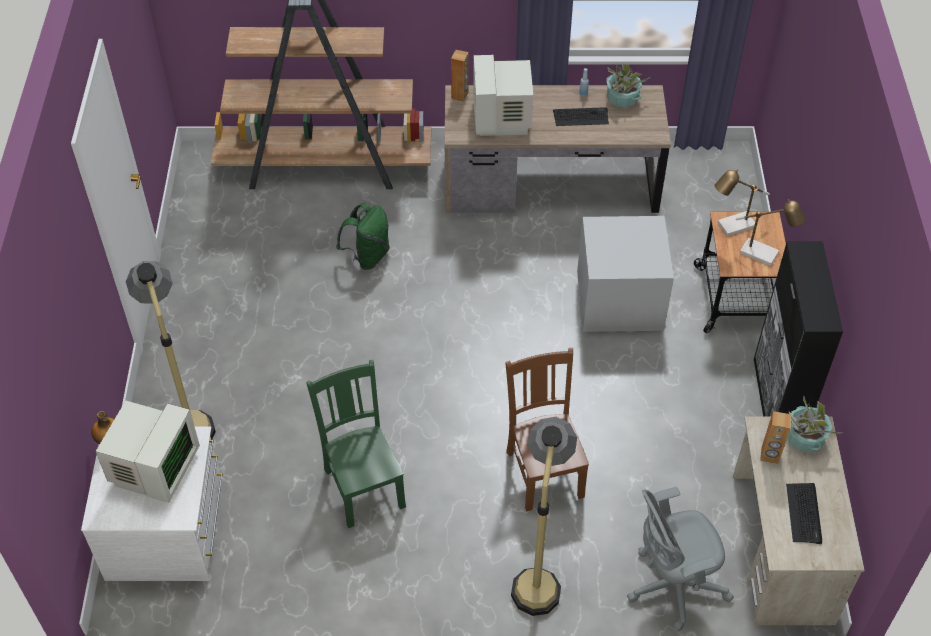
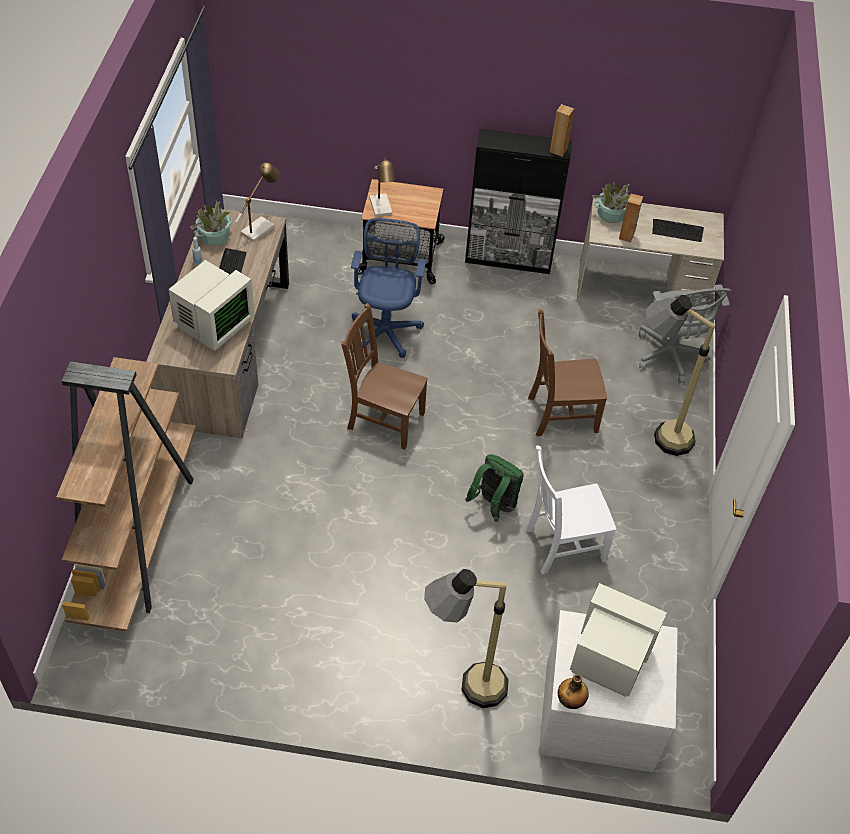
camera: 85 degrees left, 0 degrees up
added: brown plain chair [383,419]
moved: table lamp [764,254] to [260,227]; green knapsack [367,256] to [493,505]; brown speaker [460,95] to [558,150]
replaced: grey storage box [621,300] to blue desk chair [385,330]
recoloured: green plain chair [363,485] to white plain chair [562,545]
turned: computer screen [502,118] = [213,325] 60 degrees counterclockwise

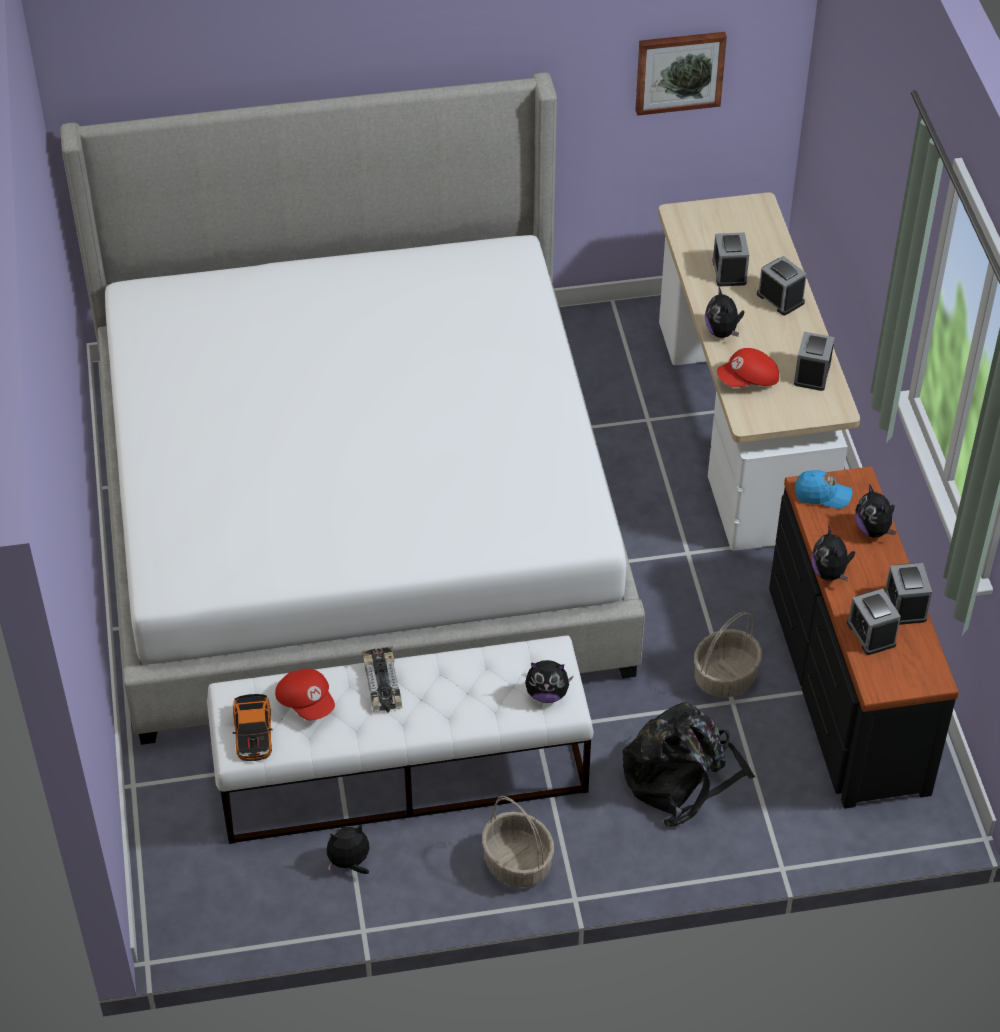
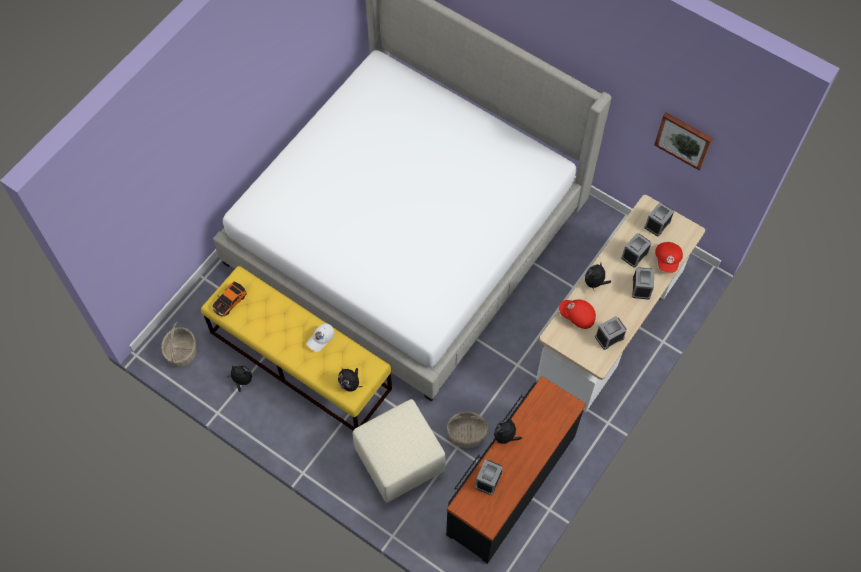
camera: 45 degrees right, 15 degrees up
removed: miniature car [383,685]; blue baseball cap [822,495]; plush toy [873,529]
added: white baseball cap [321,339]
moved: storage basket [516,863] to [181,352]; bedside clock [905,605] to [657,224]; reddish baseball cap [307,702] to [667,260]
replaced: black knapsack [681,777] to beige footrest [399,461]
recoloured: white indoor bench [403,772] to yellow-coloured indoor bench [300,361]

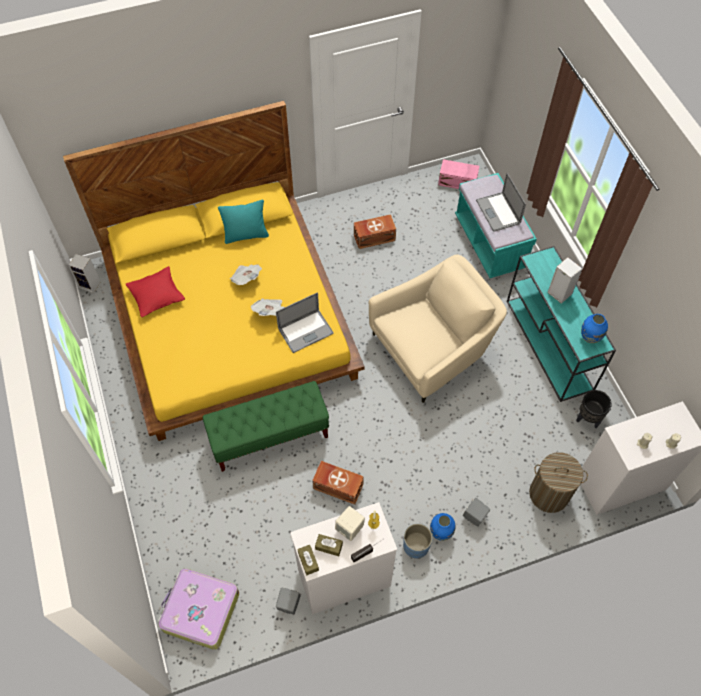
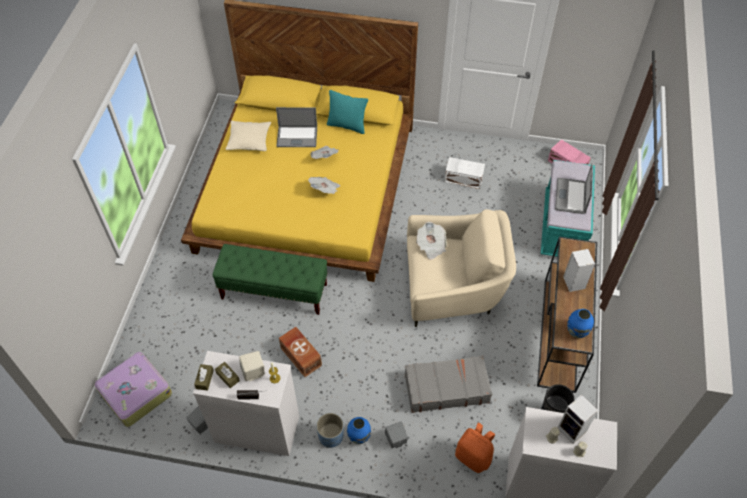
camera: 30 degrees right, 5 degrees down
added: grey suitcase [446,388]; newspaper [431,246]
moved: notebook computer [305,331] to [297,137]; speaker [91,285] to [573,430]
replaced: washing basket [549,494] to orange knapsack [474,456]
recoloured: reddish cushion [157,296] to beige cushion [249,140]; brown storage box [373,237] to white storage box [463,178]; turquoise-coloured console table [550,345] to brown console table [559,335]

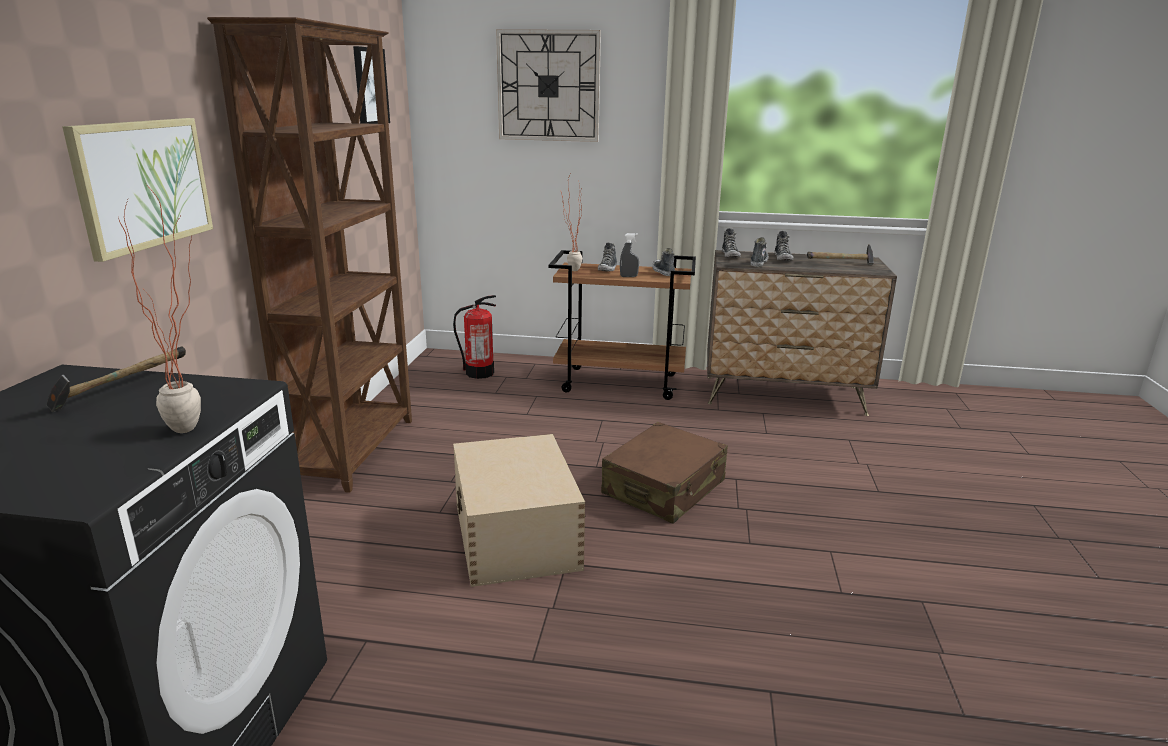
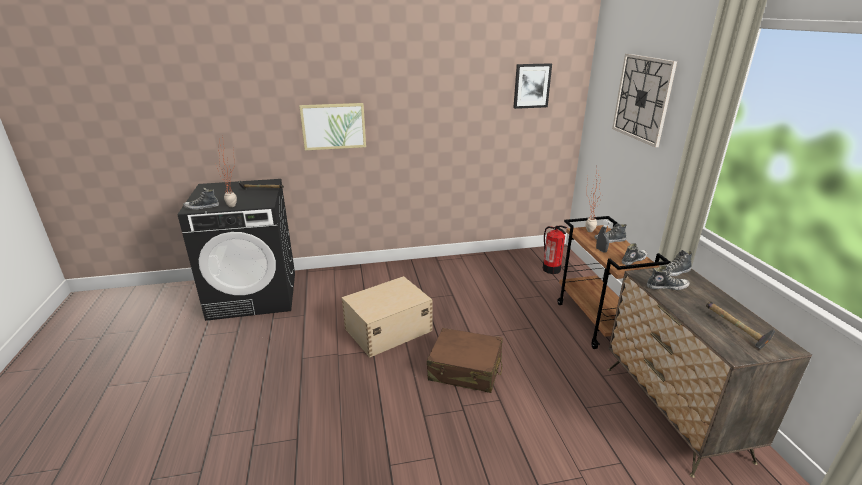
camera: 70 degrees right, 5 degrees up
removed: brown bookshelf [356,450]
moved: shoe [783,258] to [201,207]

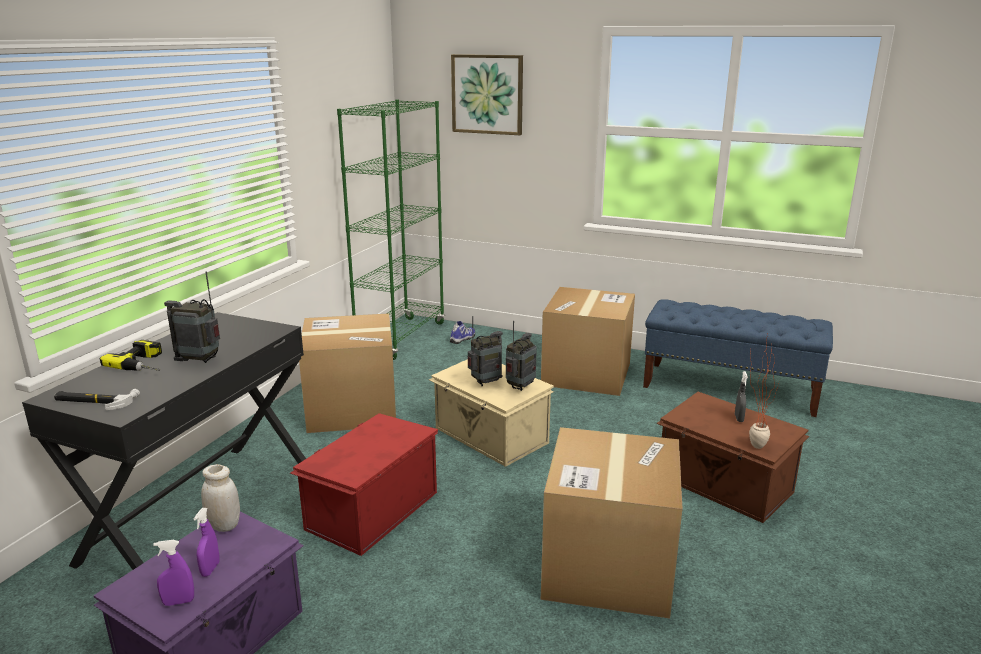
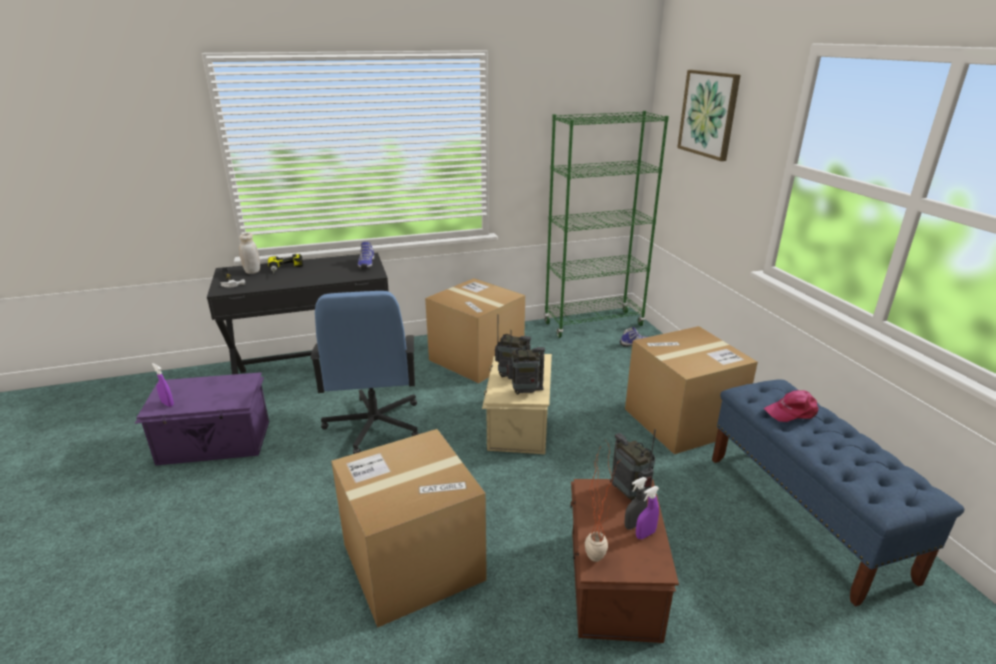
camera: 50 degrees right, 5 degrees up
added: shoe [366,264]; pinkish baseball cap [792,412]
moved: white jar [224,525] to [252,271]; radio set [200,360] to [630,494]; purplish hand sprayer [210,569] to [645,534]
replaced: reddish storage box [370,510] to blue desk chair [374,425]

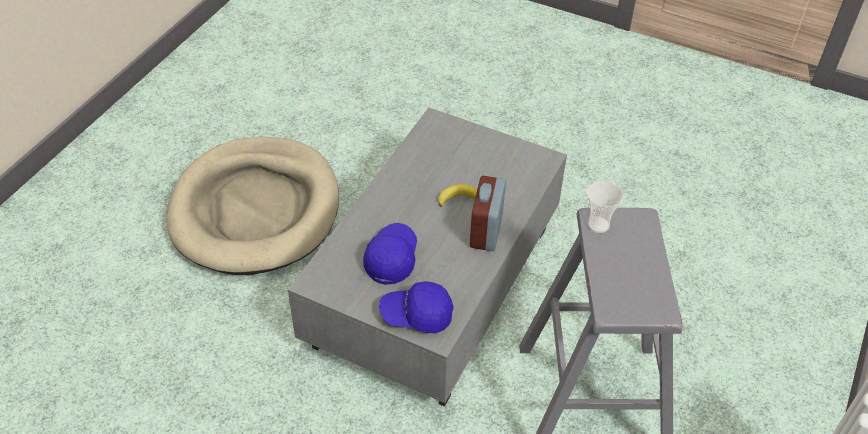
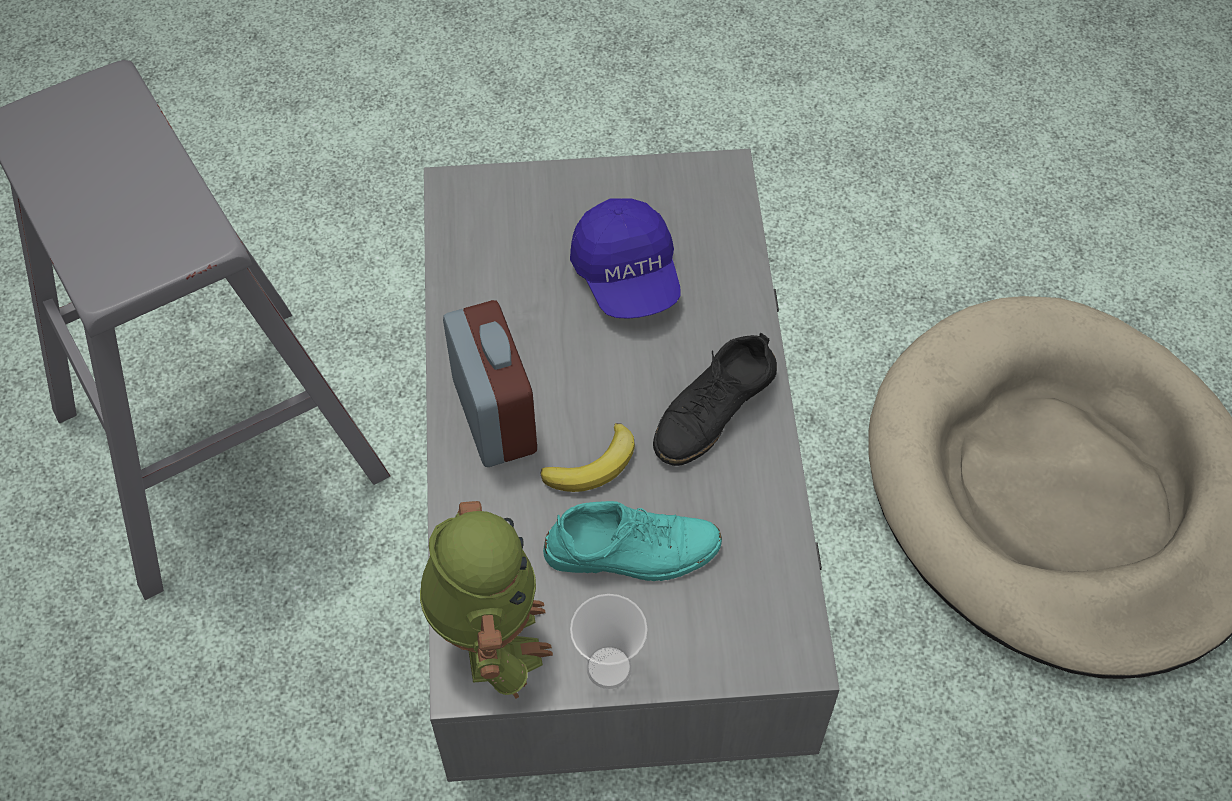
camera: 150 degrees right, 10 degrees up
removed: blue baseball cap [417,315]
added: toy robot [489,637]; turquoise-coloured shoe [632,551]; black shoe [713,410]
moved: drinking cup [598,225] to [609,667]

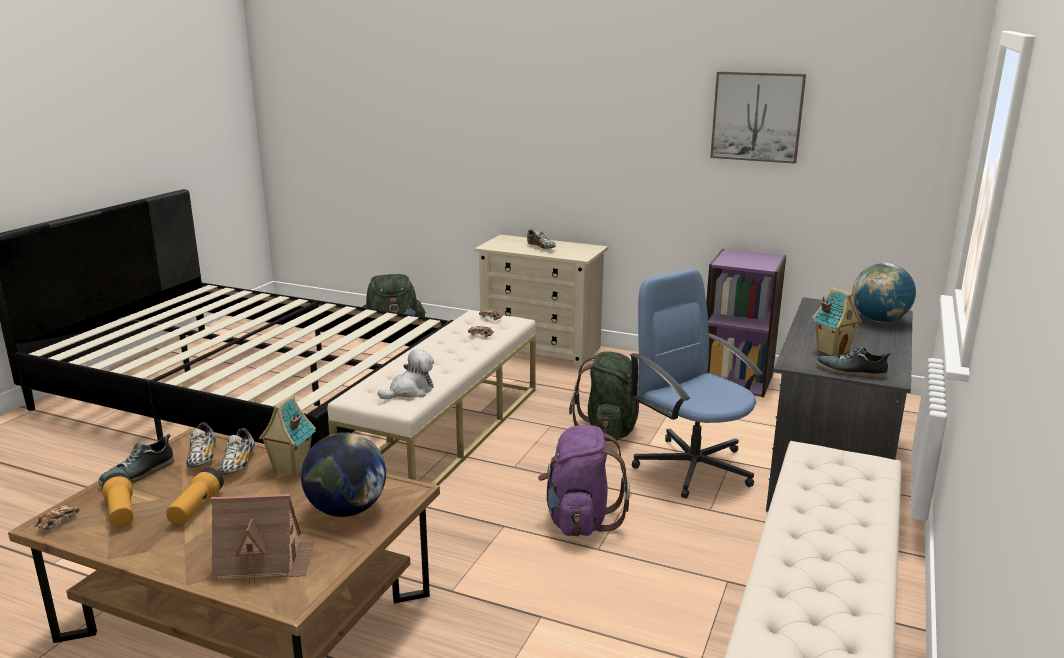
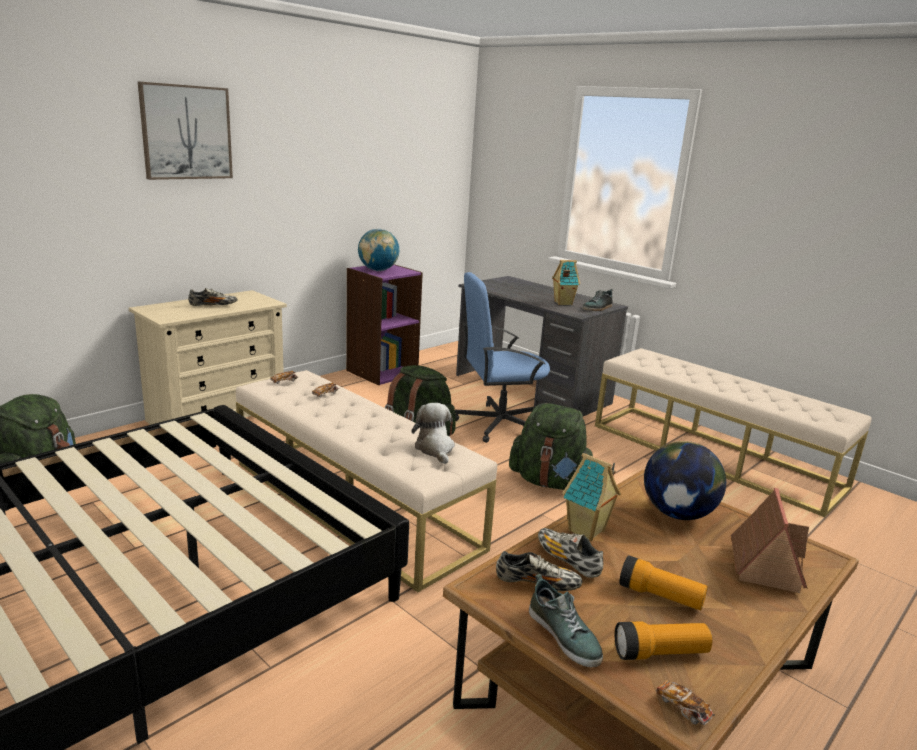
camera: 70 degrees left, 0 degrees up
moved: wall picture [757,117] to [186,132]; desk globe [879,320] to [378,270]
recoloured: purplish knapsack [579,520] to green knapsack [549,482]
turned: shoe [238,464] = [567,560] 150 degrees counterclockwise

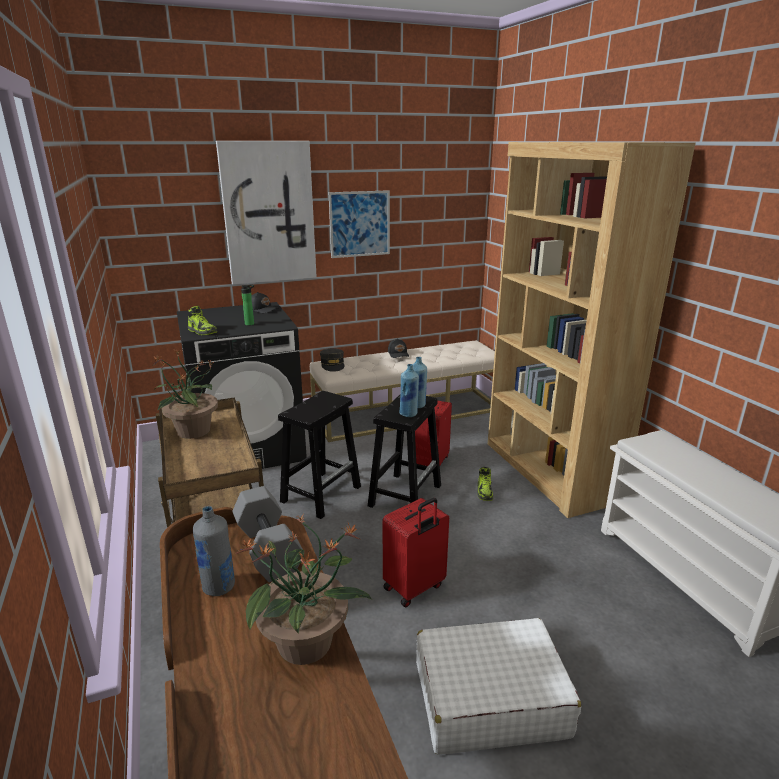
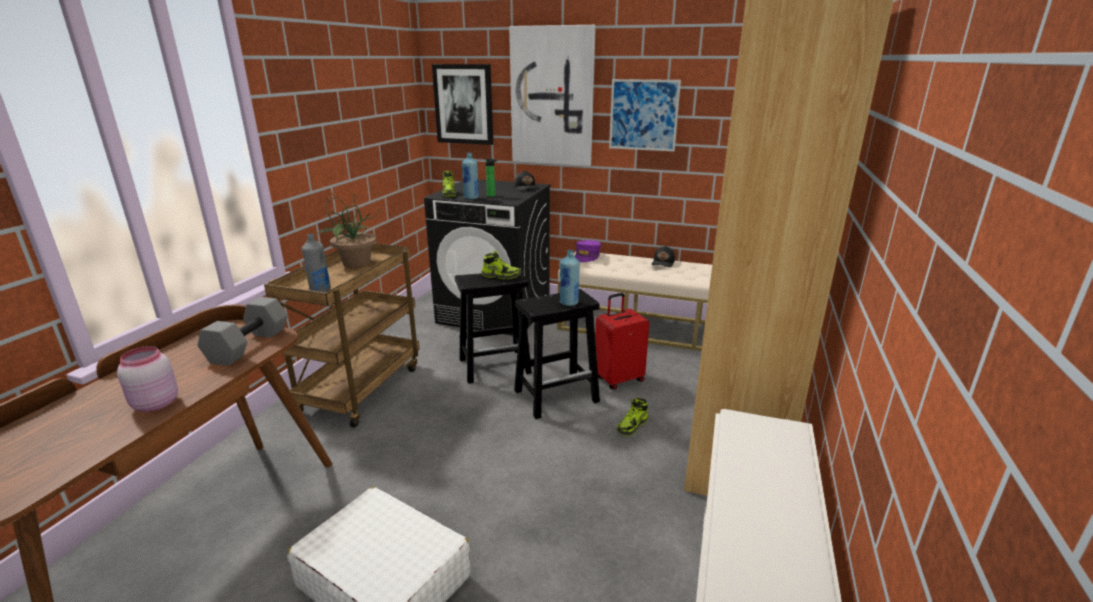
camera: 40 degrees right, 0 degrees up
removed: reddish suitcase [414,588]
added: wall picture [464,104]; shoe [501,276]
moved: grey bottle [219,587] to [320,291]; blue bottle [408,414] to [471,198]
replaced: plant in a pot [306,643] to pinkish jar [154,404]
recoloured: grey baseball cap [332,365] to purplish baseball cap [586,256]

